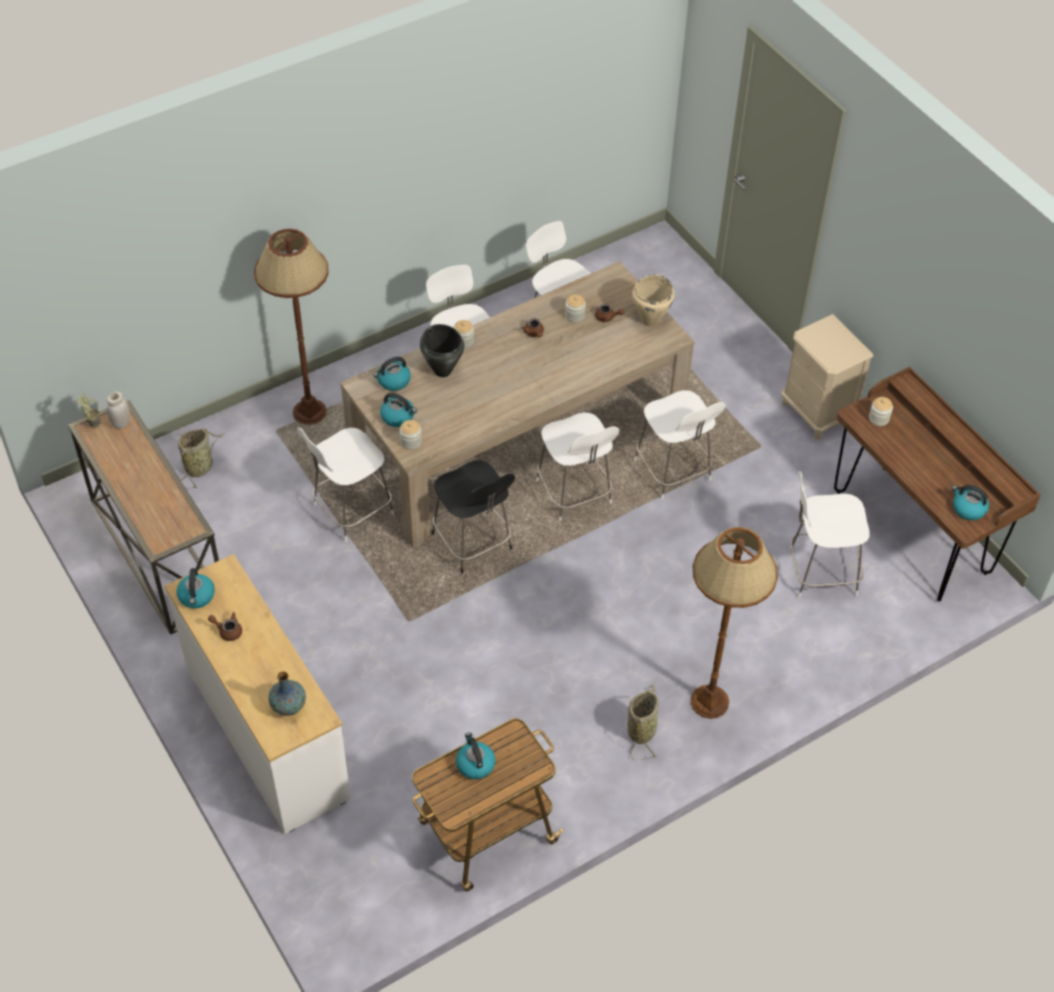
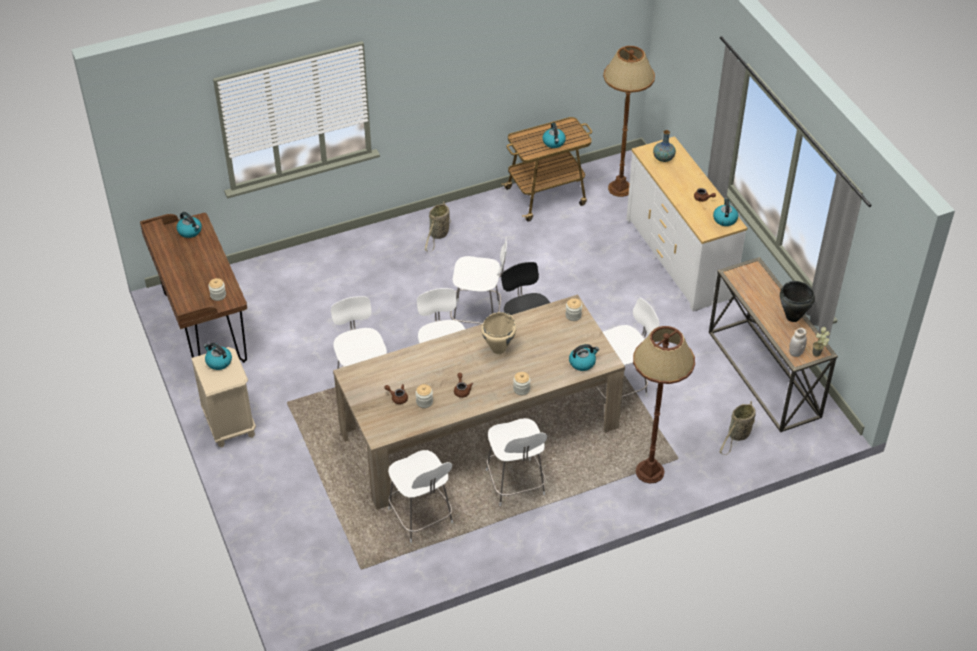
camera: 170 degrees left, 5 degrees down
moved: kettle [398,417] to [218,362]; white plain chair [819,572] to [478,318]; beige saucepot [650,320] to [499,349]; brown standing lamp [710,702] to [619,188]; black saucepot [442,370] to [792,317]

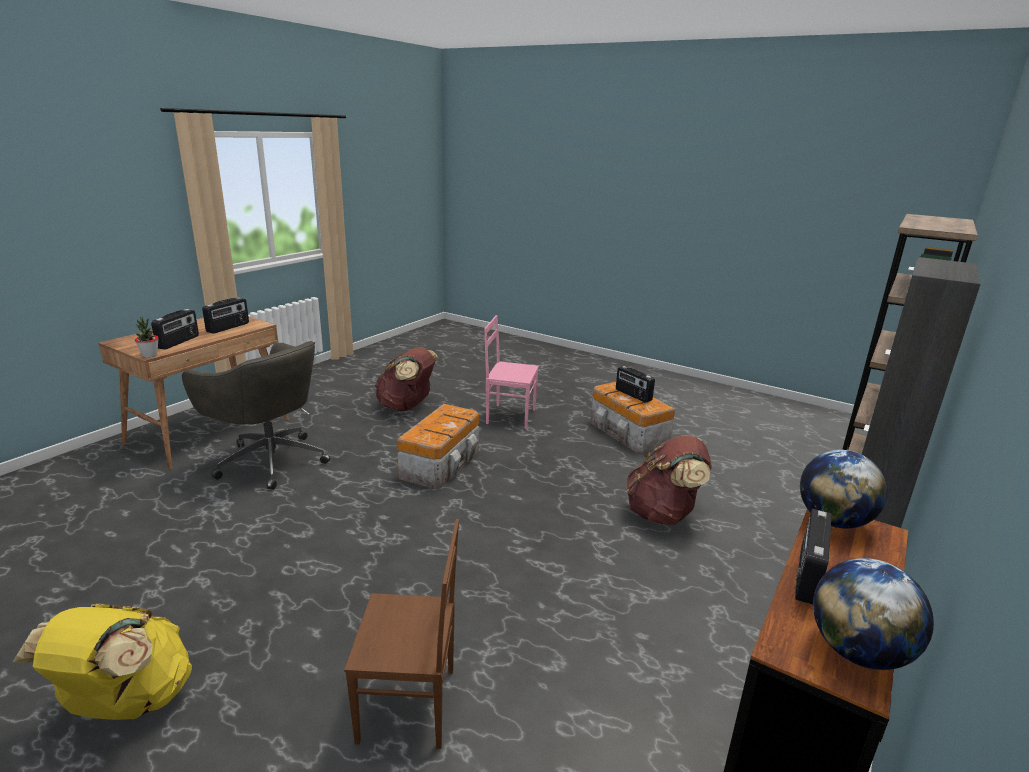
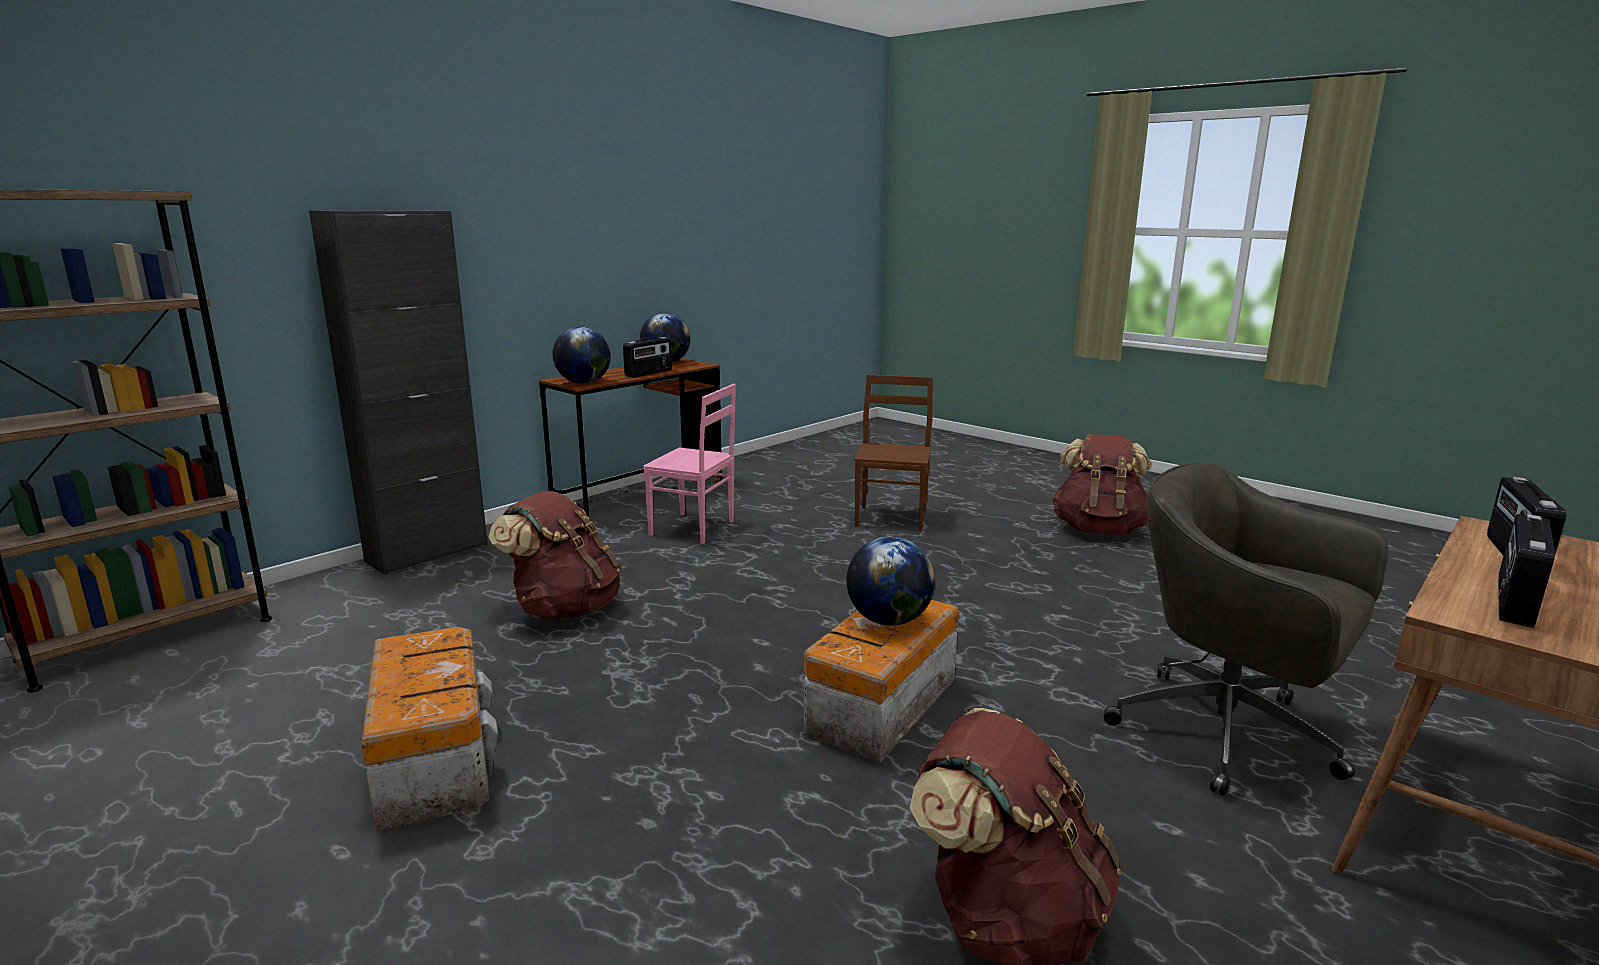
camera: 170 degrees left, 5 degrees down
removed: plant in a pot [150,355]; radio set [633,395]
added: desk globe [888,620]
moved: pinkish plain chair [510,416] to [693,529]
recoloured: yellow-coloured knapsack [126,702] to brown knapsack [1098,530]
turned: brown plain chair [409,706] = [892,518] 90 degrees clockwise

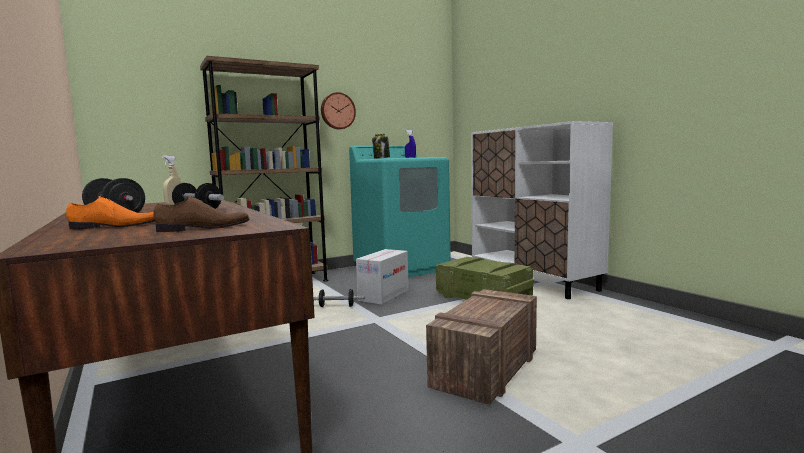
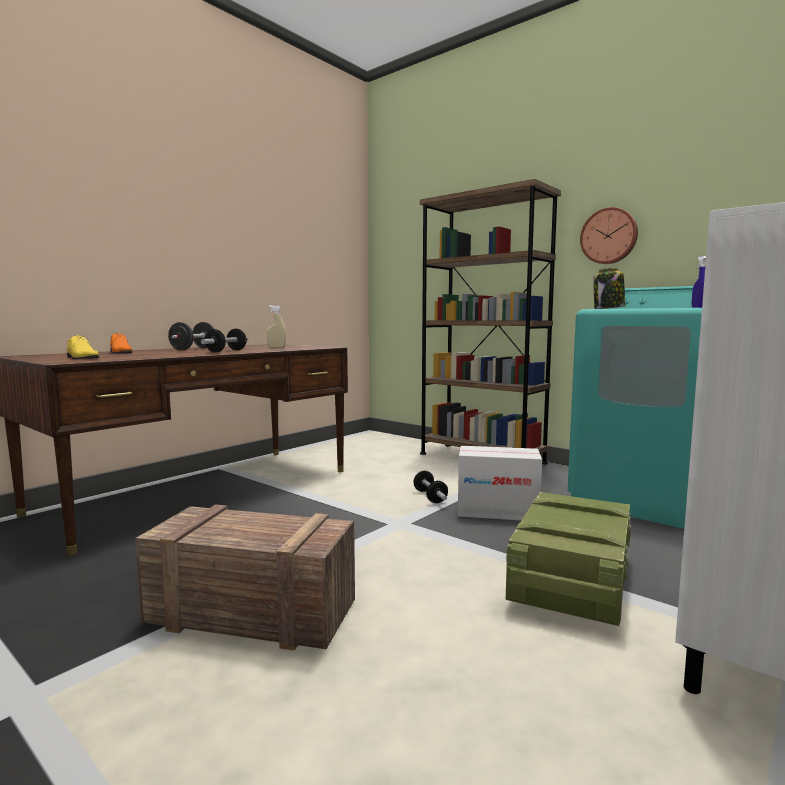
camera: 70 degrees right, 0 degrees up
recoloured: brown shoe [204,227] to yellow-coloured shoe [81,358]

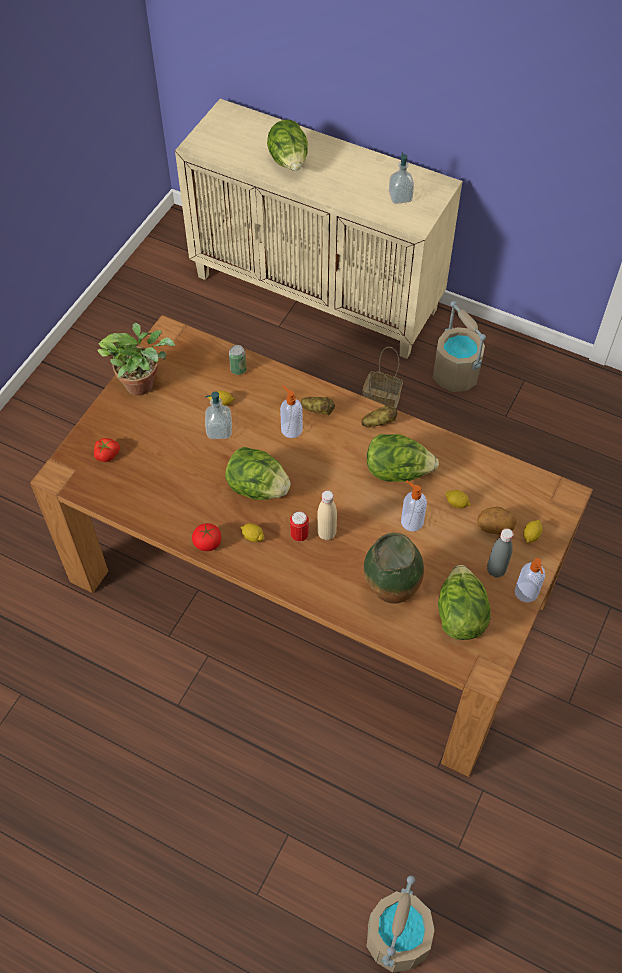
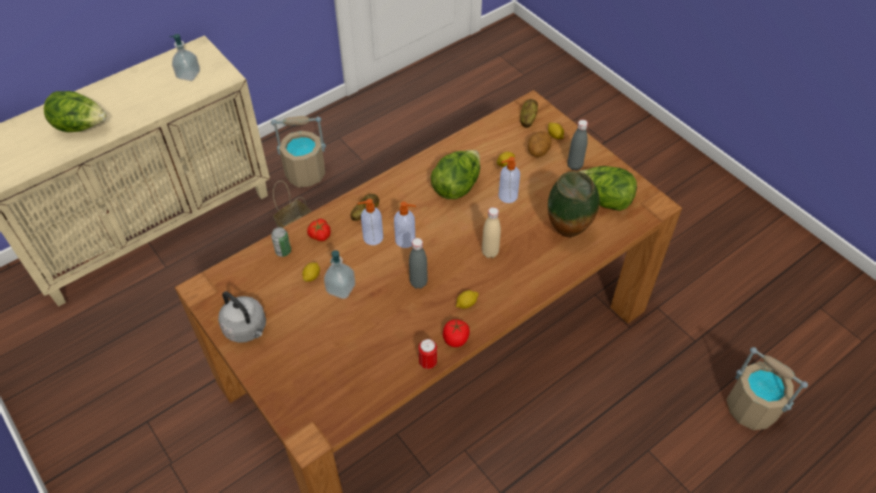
camera: 65 degrees left, 5 degrees down
moved: tomato [106,454] to [319,235]; soap bottle [526,593] to [406,240]; sealed can [299,535] to [428,362]; potato [378,422] to [527,119]
replaced: plant in a pot [143,383] to grey kettle [247,329]; head of lettuce [257,487] to grey bottle [418,282]

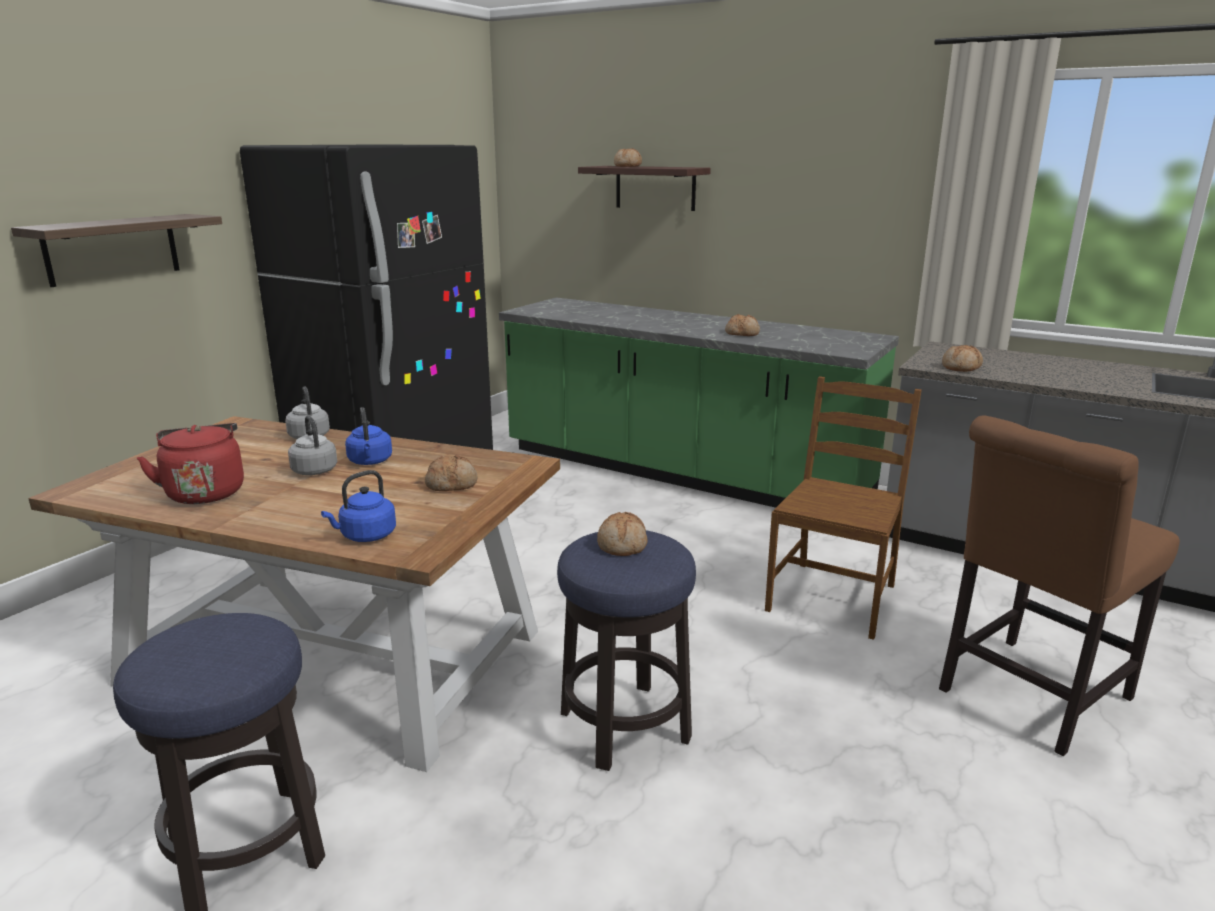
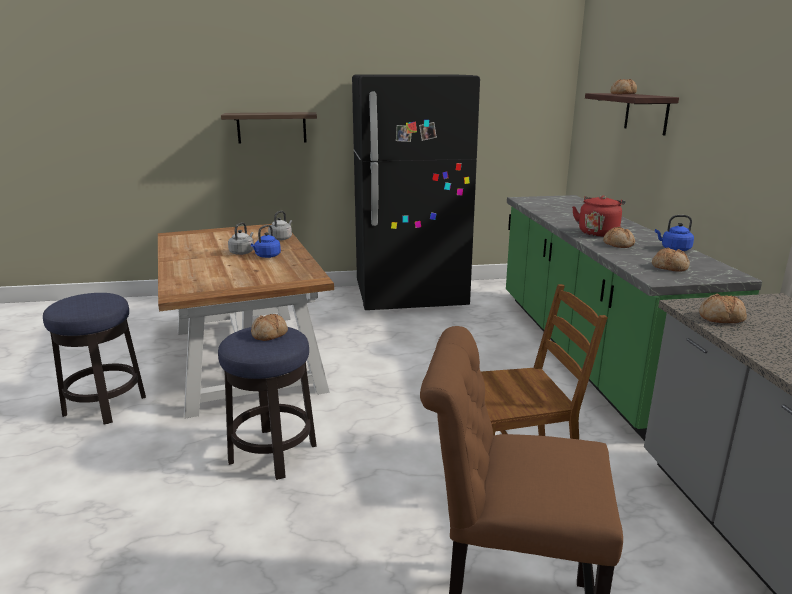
camera: 50 degrees right, 0 degrees up
moved: reddish kettle [205,492] to [598,233]; bread [452,484] to [670,267]; blue kettle [365,536] to [674,249]

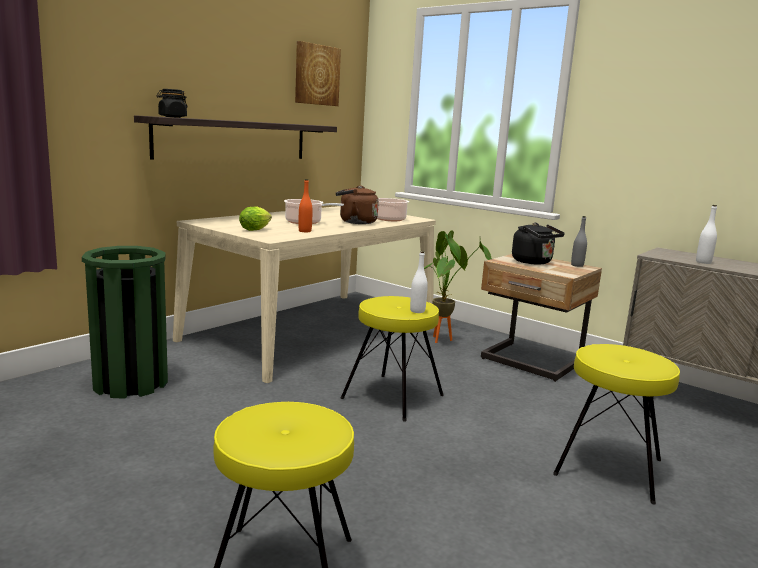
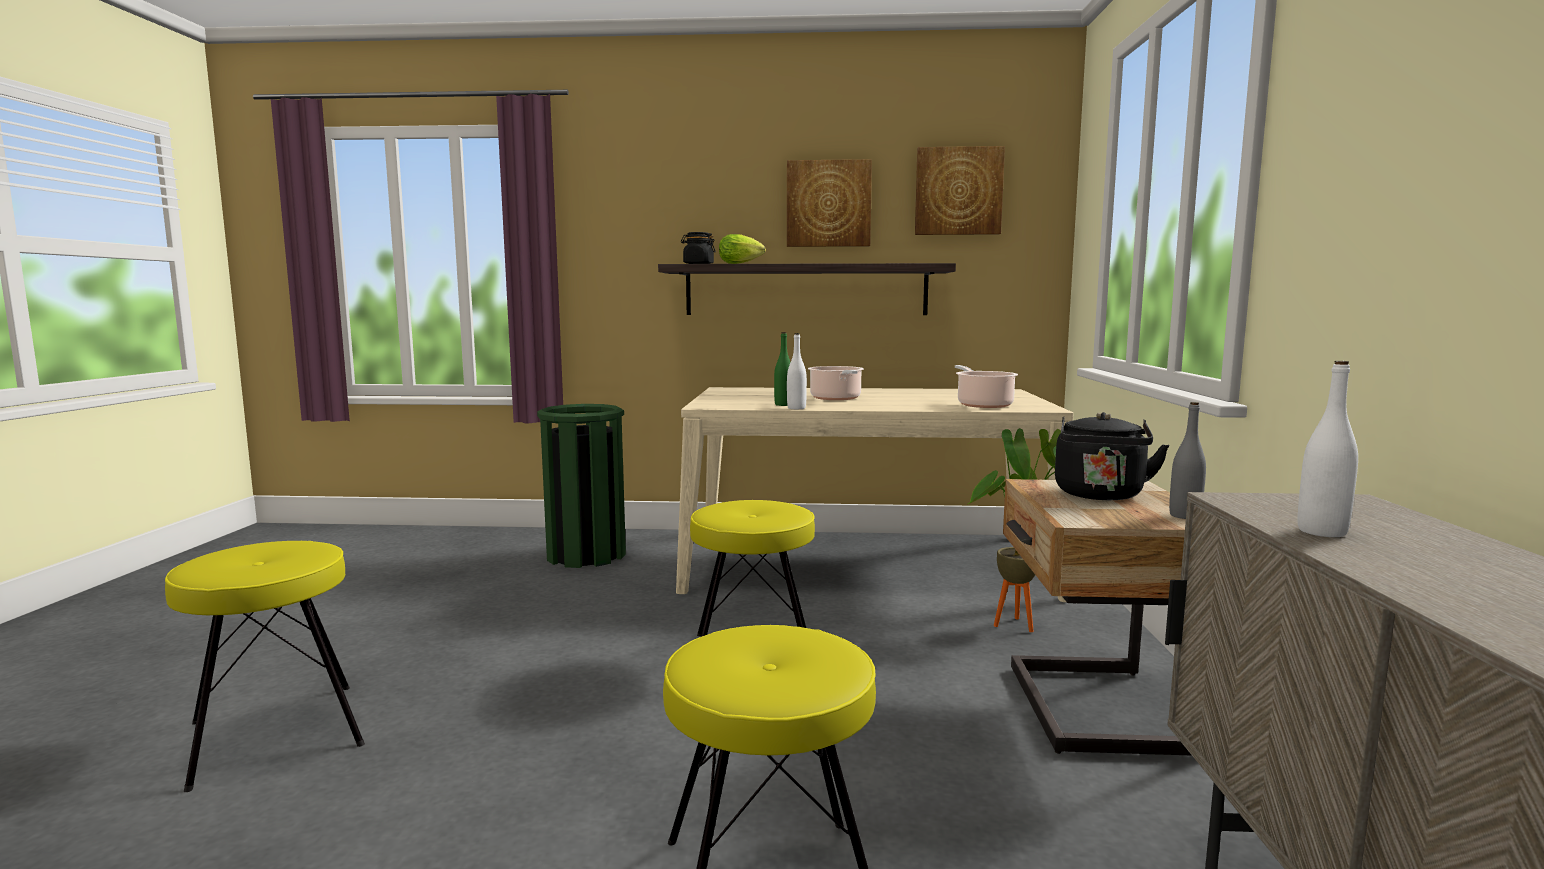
camera: 55 degrees right, 5 degrees down
removed: brown kettle [355,222]
added: wall picture [828,204]
moved: head of lettuce [256,229] to [742,263]; white bottle [417,311] to [796,408]
recoloured: orange bottle [305,231] to green bottle [783,404]

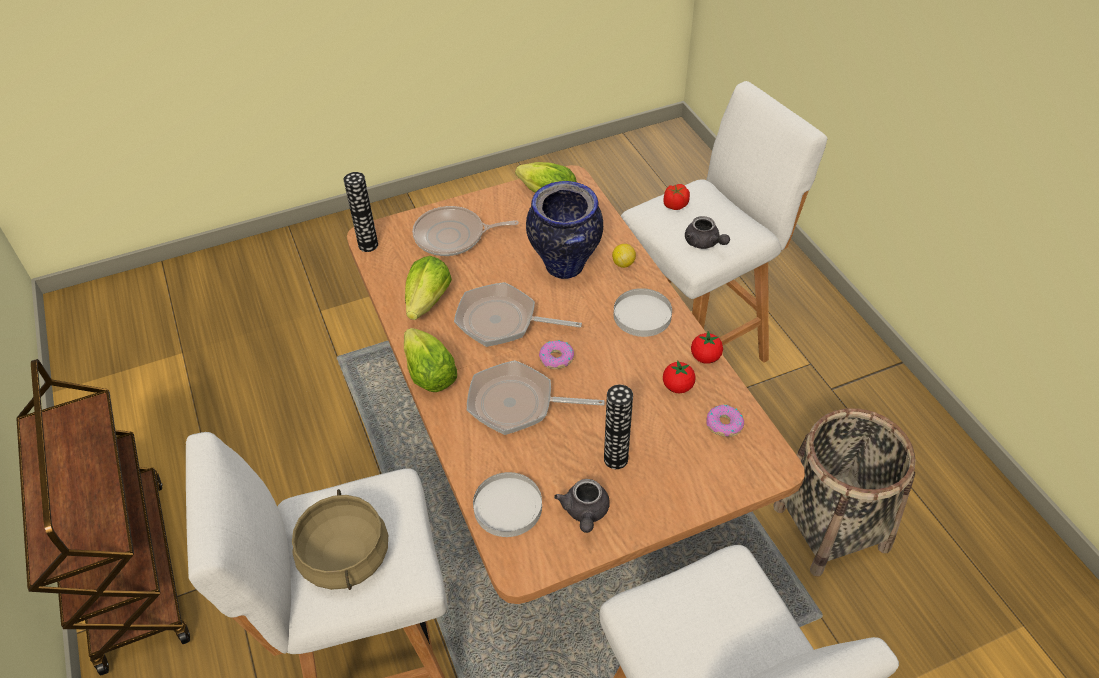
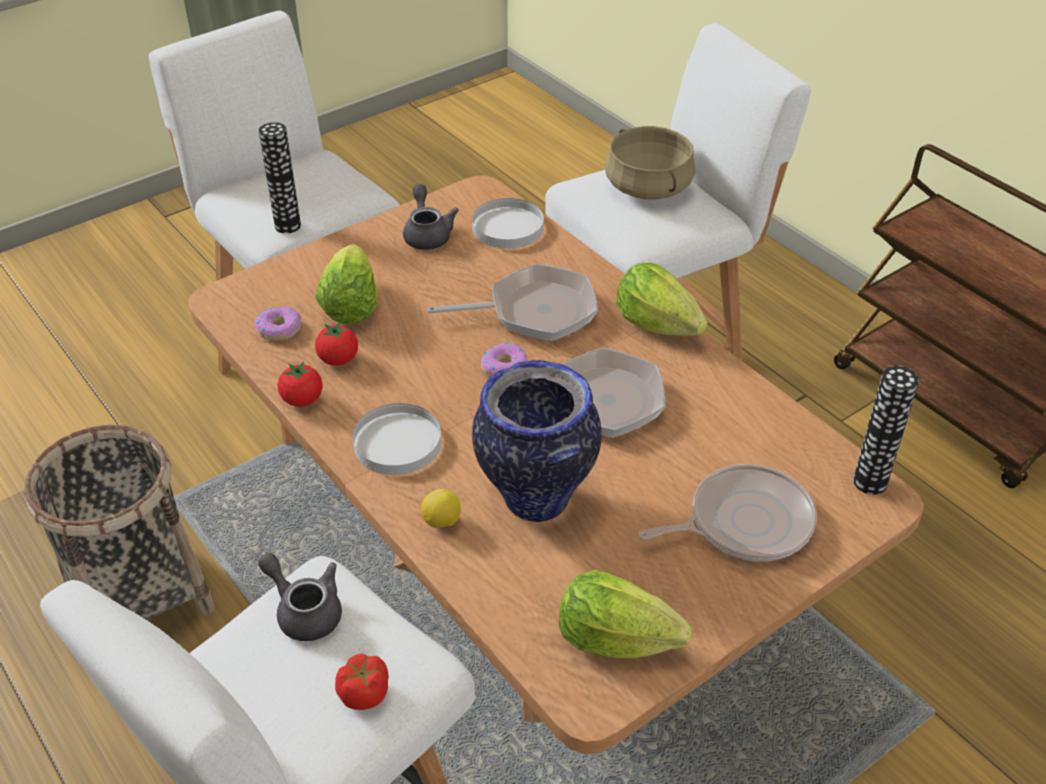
camera: 165 degrees right, 5 degrees down
moved: decorative vase [616,459] to [288,226]; head of lettuce [428,302] to [350,306]

